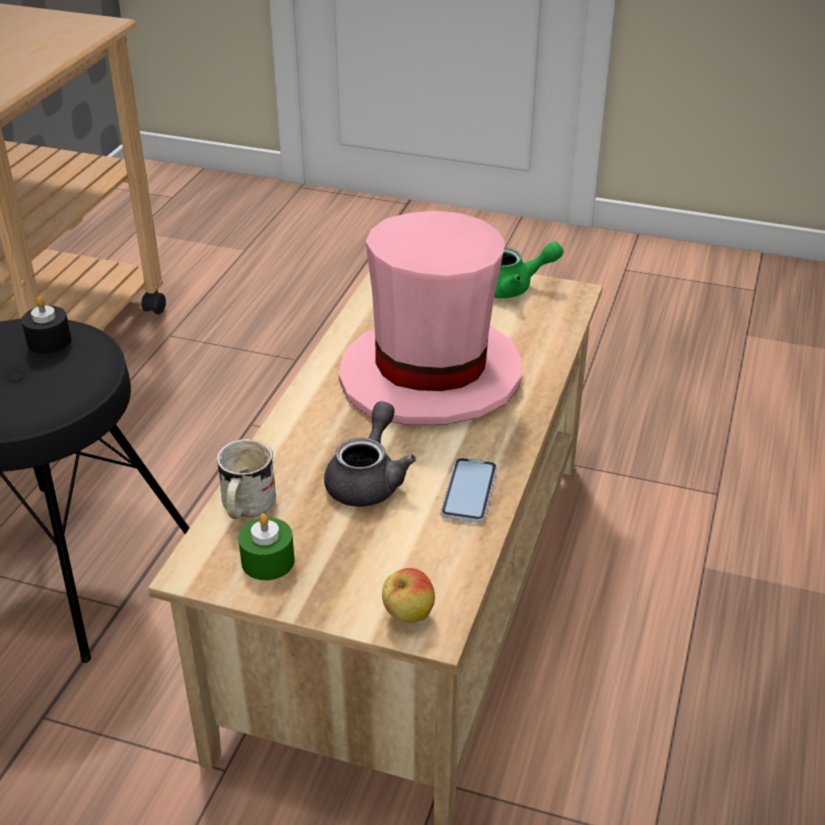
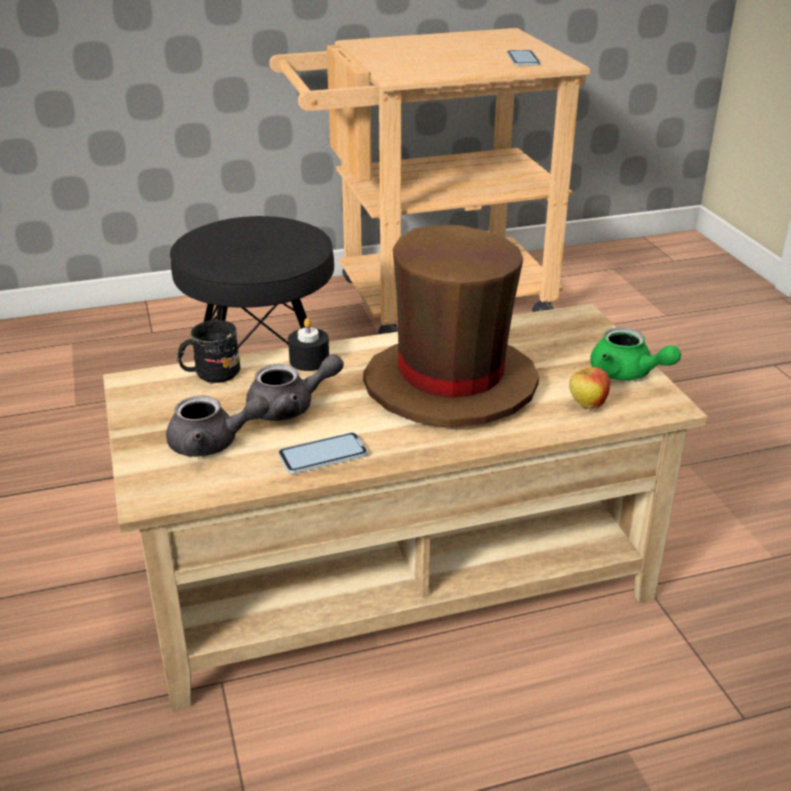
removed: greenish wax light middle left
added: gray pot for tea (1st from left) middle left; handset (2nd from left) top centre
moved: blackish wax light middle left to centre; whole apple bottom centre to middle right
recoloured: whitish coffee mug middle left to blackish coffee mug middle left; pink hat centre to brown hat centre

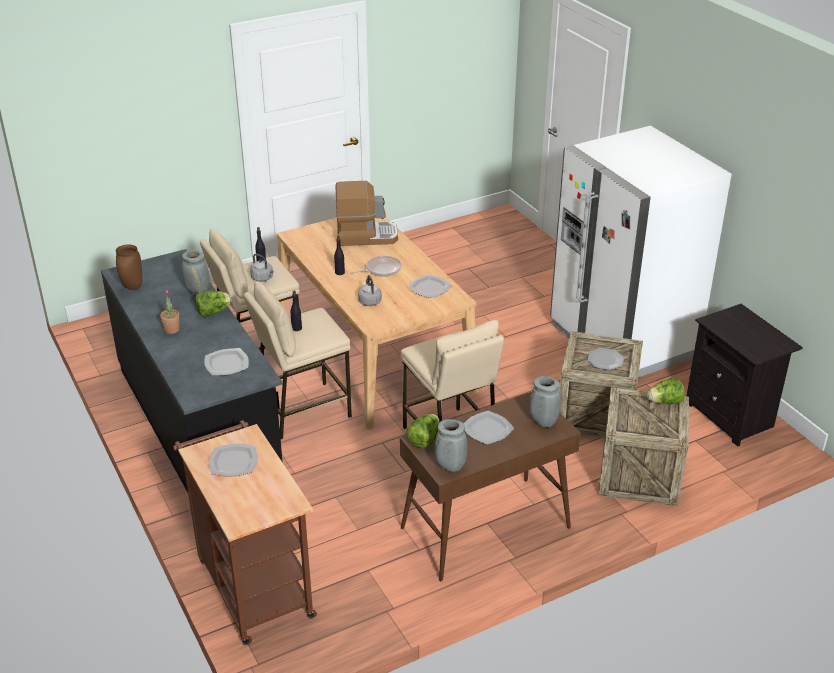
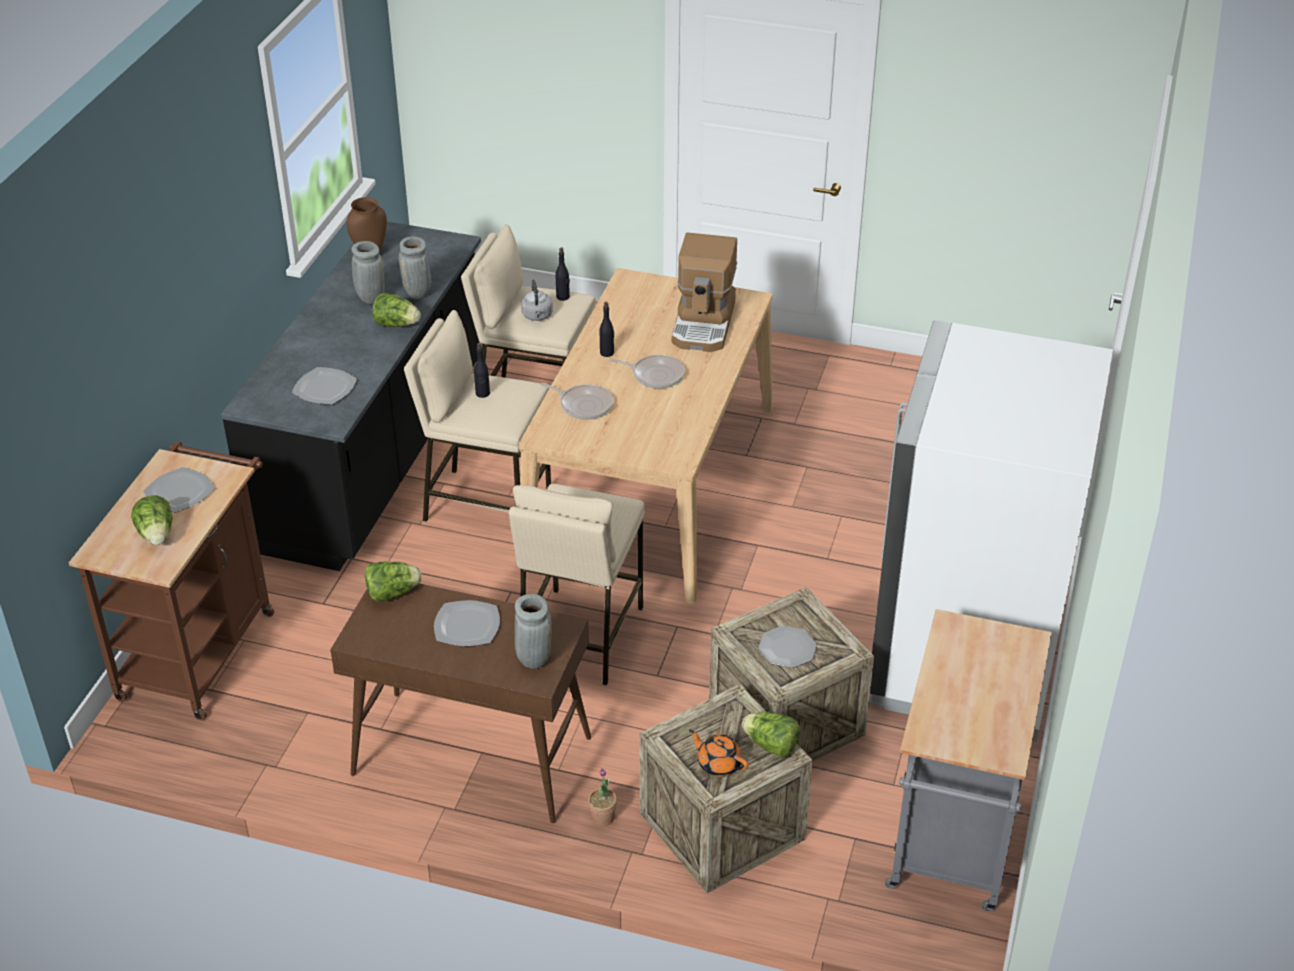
removed: flat dish (3rd from left) centre
added: head of lettuce (1st from left) middle left; orange pot for tea bottom centre
moved: houseplant middle left to bottom centre; gray decorative vase (2nd from left in the first image) centre to gray decorative vase (1st from left) top left
replaced: gray tea kettle (2nd from left) centre to frying pan (1st from left) centre; blackish nightstand middle right to gray trolley bottom right
turned: coffee brewer top centre = top centre 60 degrees clockwise

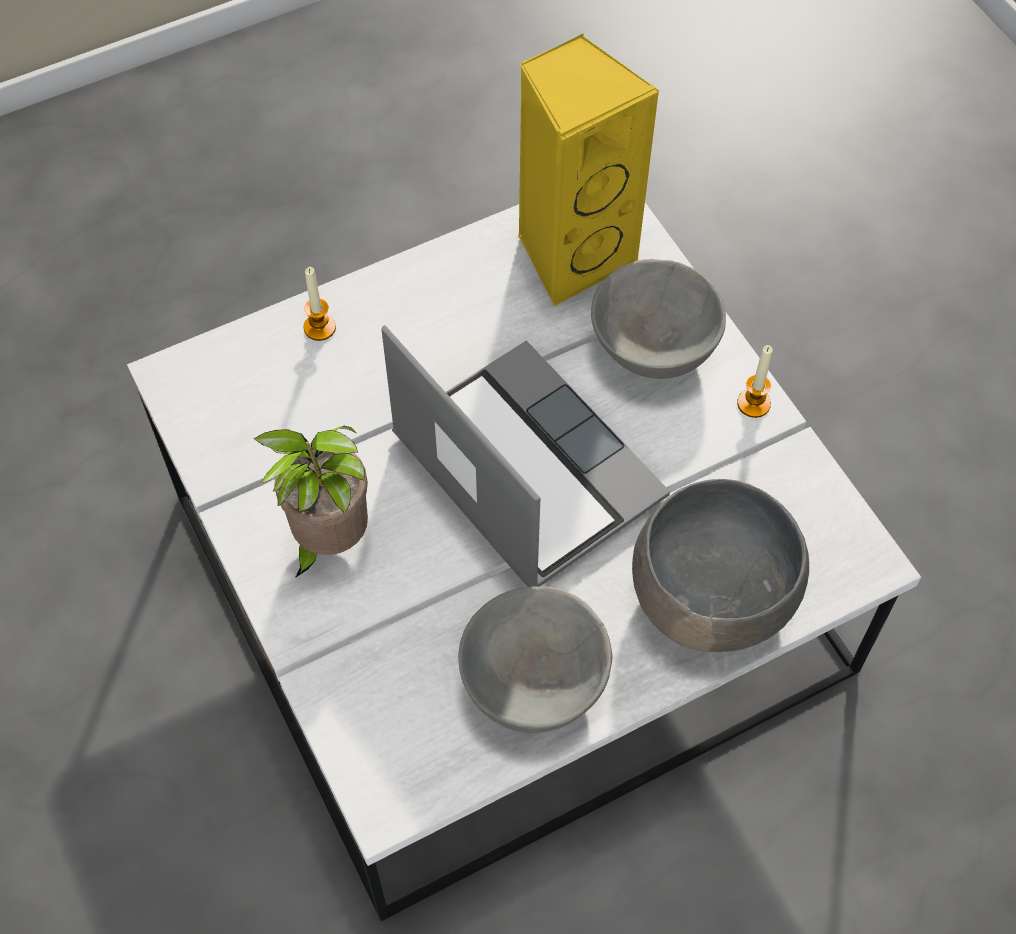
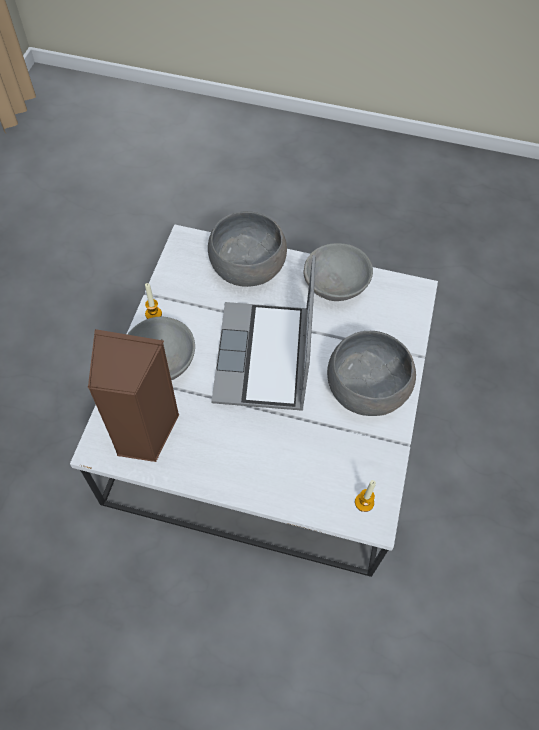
moved: wax light (1st from left in the first image) top left to wax light (2nd from left) bottom right
replaced: houseplant middle left to gray serving bowl (4th from left) middle right
recoloured: yellow-coloured loudspeaker top centre to brown loudspeaker middle left

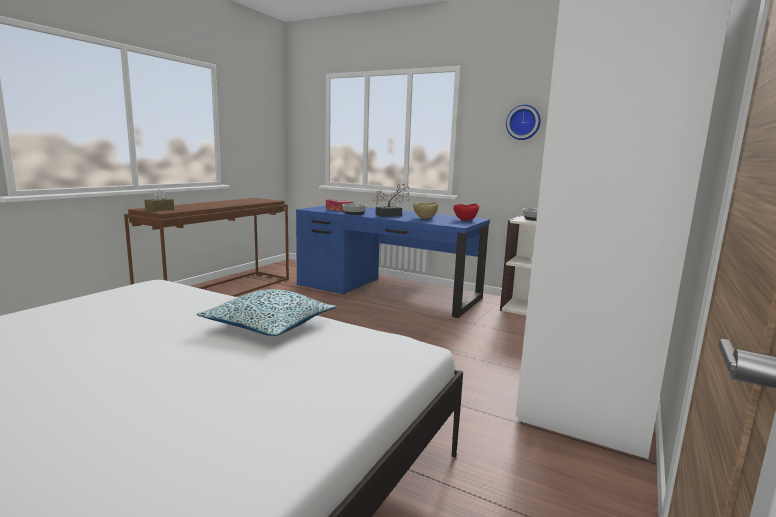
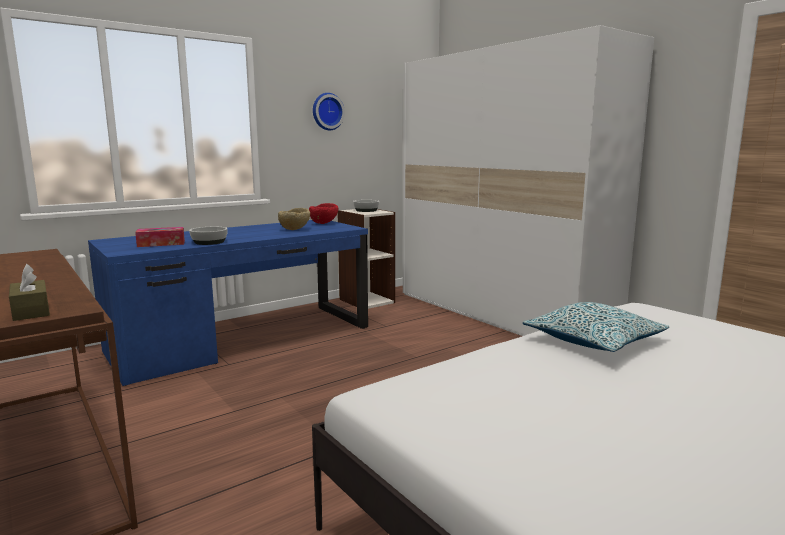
removed: houseplant centre

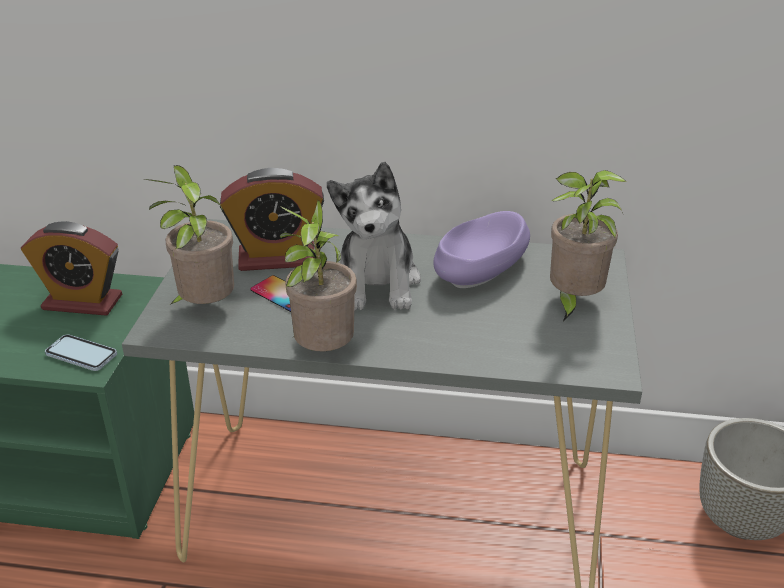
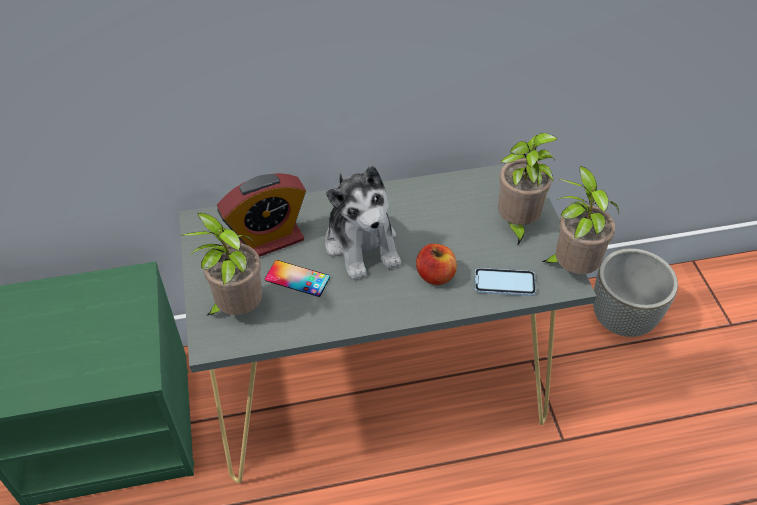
removed: alarm clock (1st from left) middle left; purple serving bowl centre
added: whole apple centre
moved: handset (1st from left in the first image) middle left to handset (2nd from left) middle right; houseplant (2nd from left in the first image) centre to houseplant (3rd from left) middle right

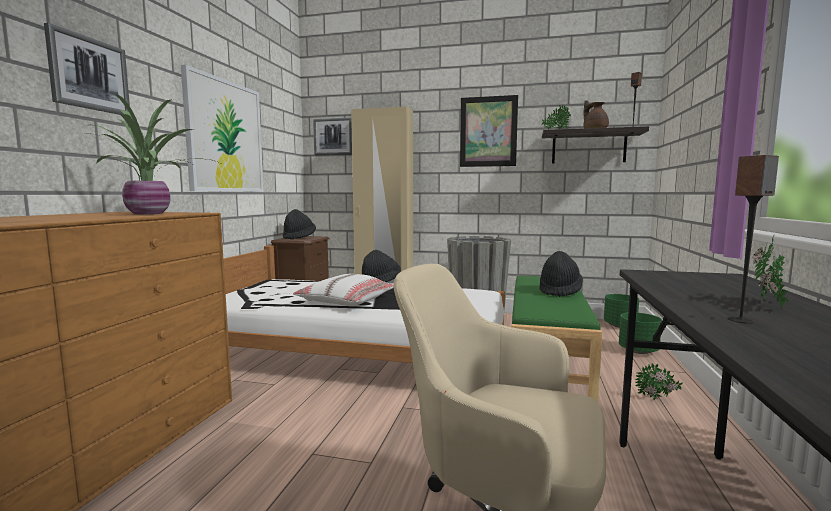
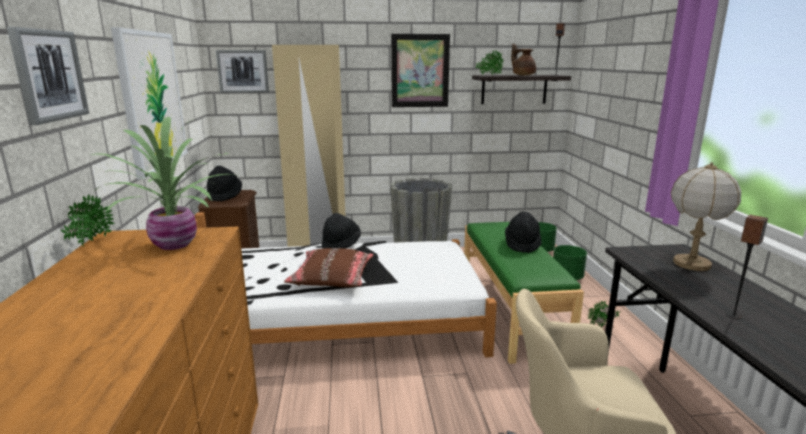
added: table lamp middle right
moved: houseplant (4th from left in the first image) middle right to houseplant (1st from left) middle left
recoloured: whitish throw pillow centre to brown throw pillow centre

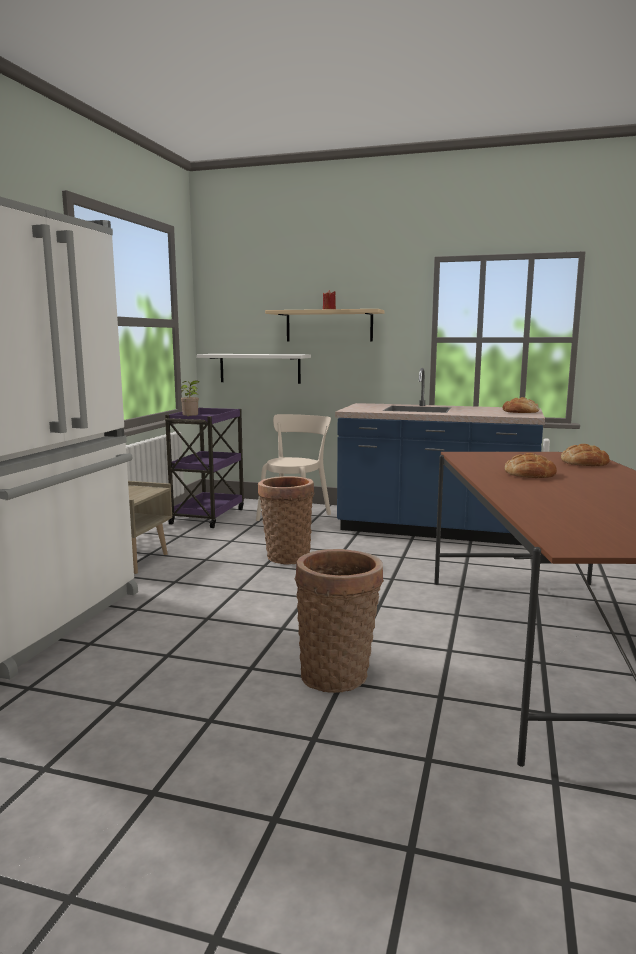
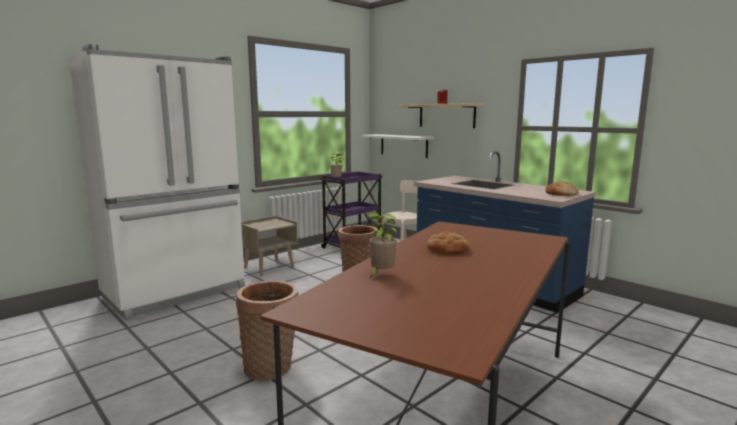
removed: bakery bread (3rd from left) middle right
added: houseplant (2nd from left) centre

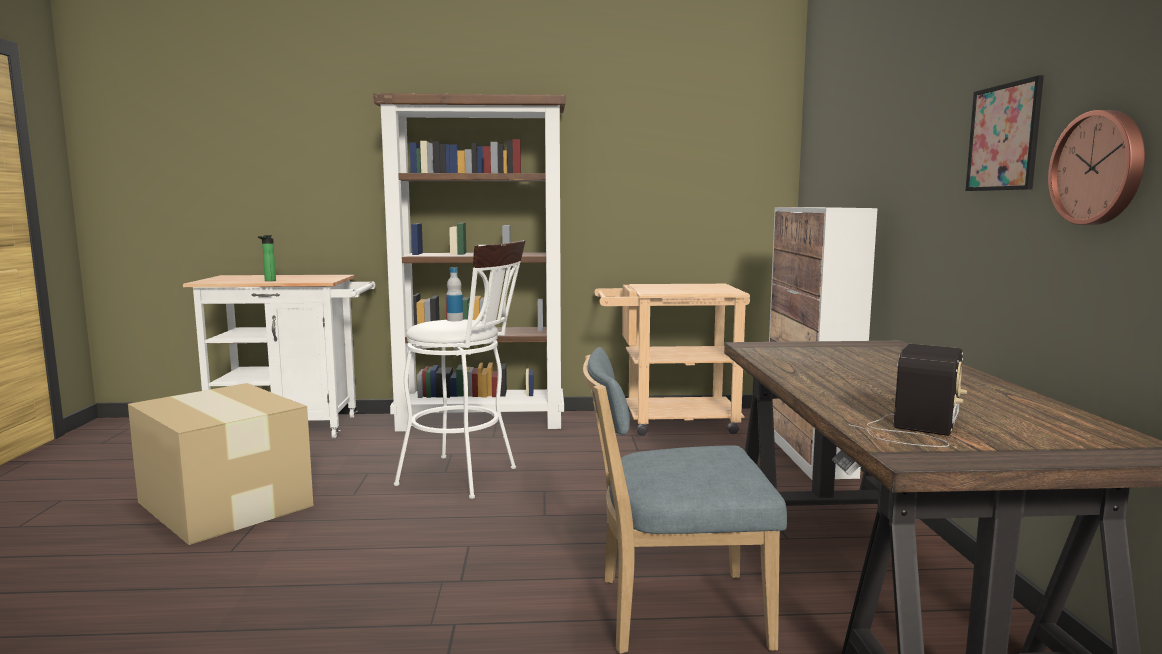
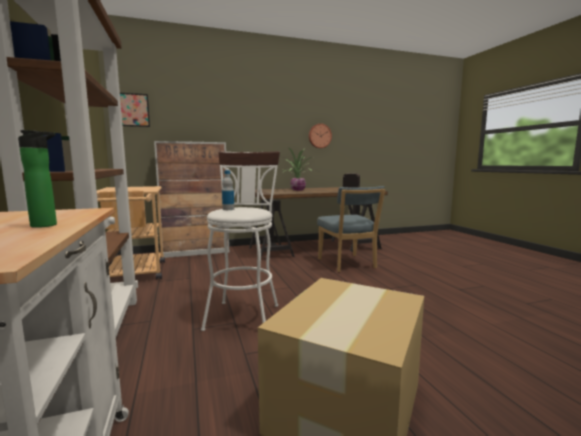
added: houseplant centre
moved: wall picture top right to top left

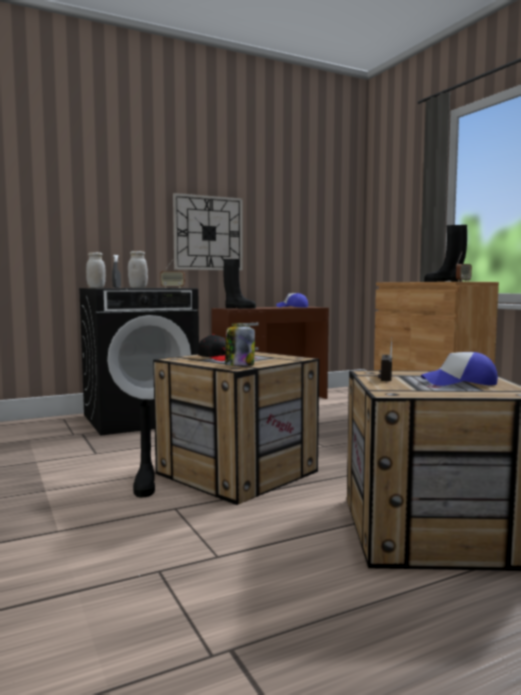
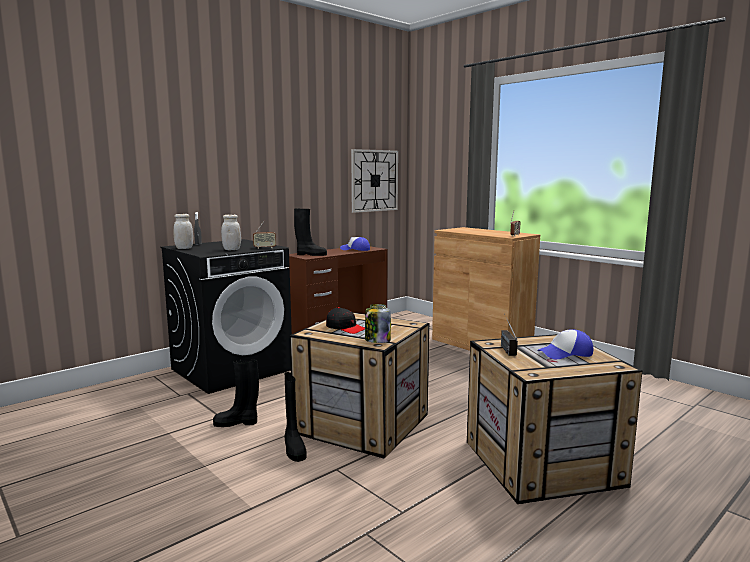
moved: wall clock centre to top centre; blackish boot (3rd from left in the first image) middle right to blackish boot (1st from left) bottom left

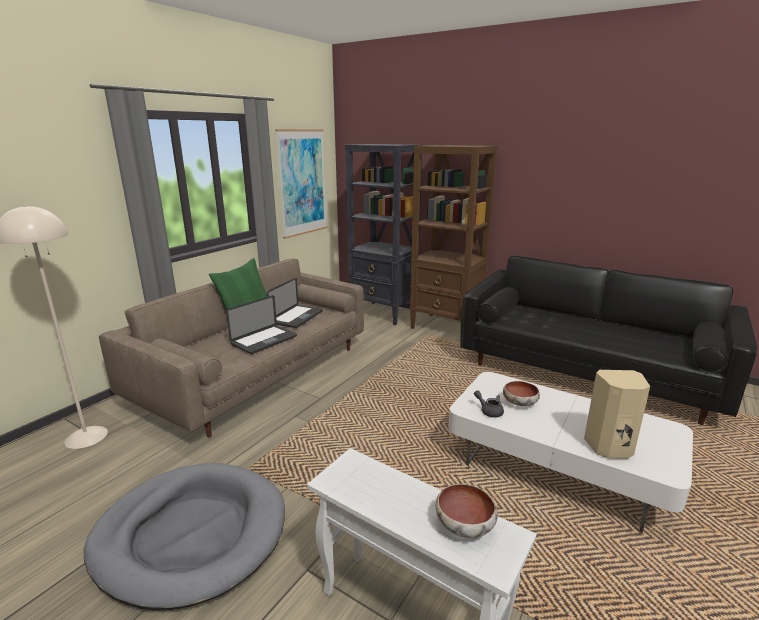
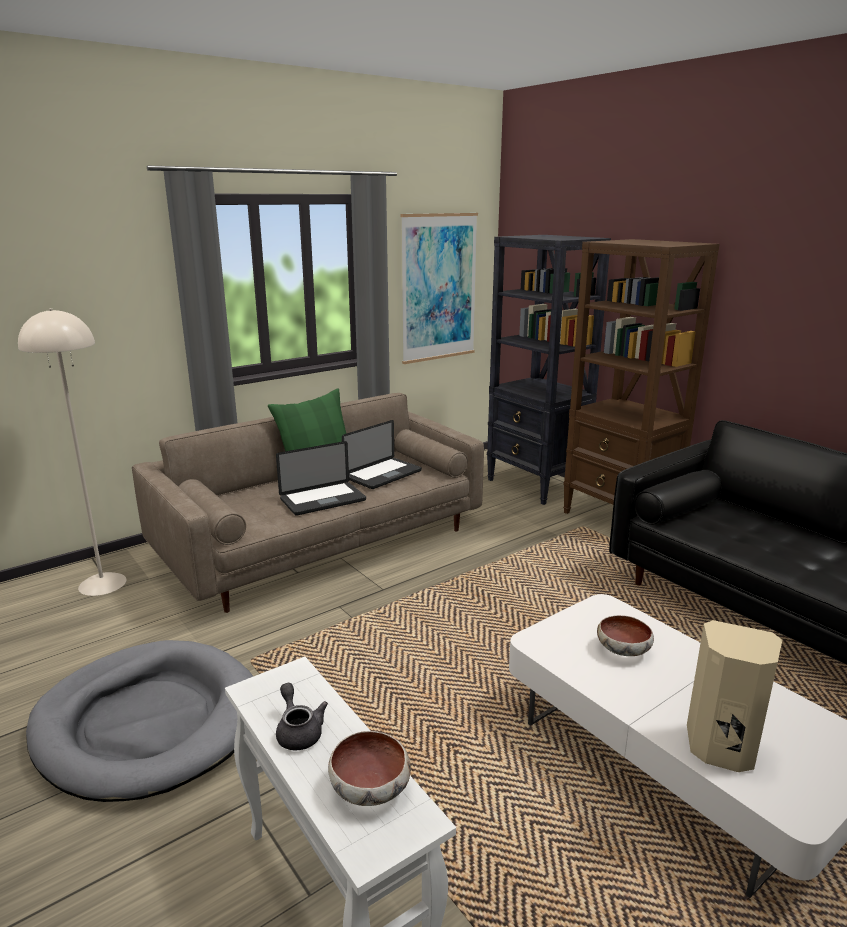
moved: gray pot for tea centre to bottom centre

